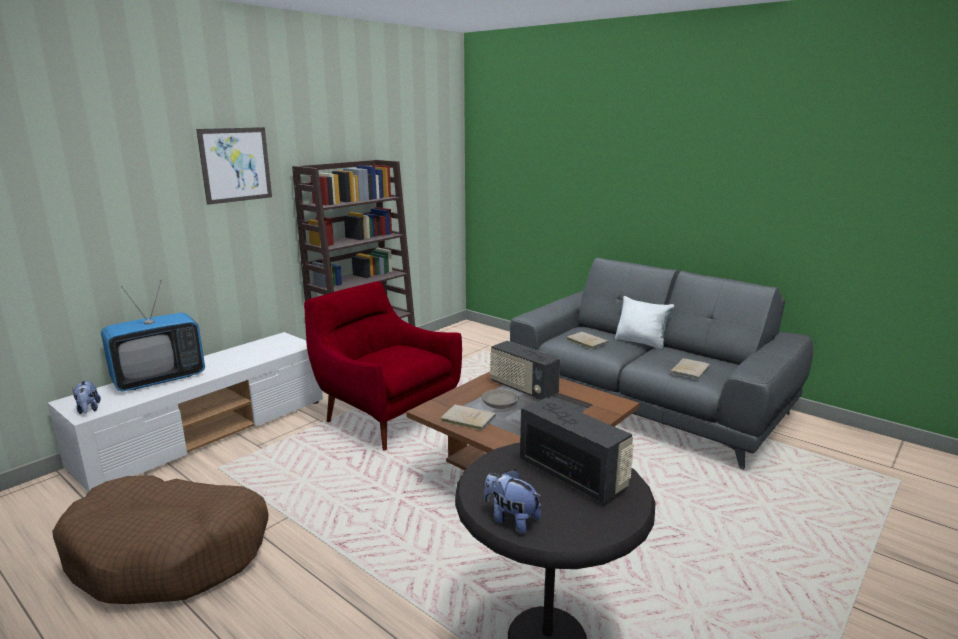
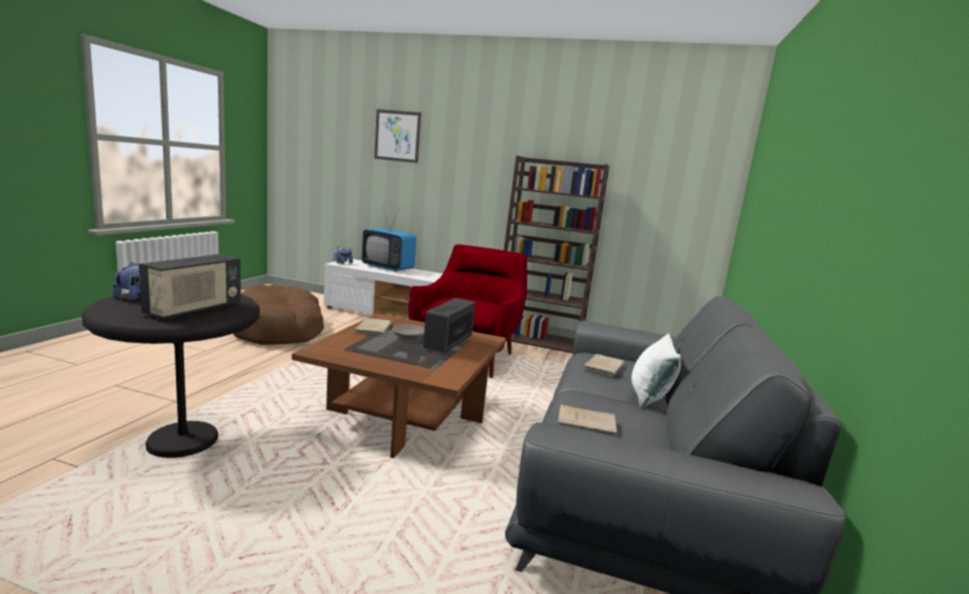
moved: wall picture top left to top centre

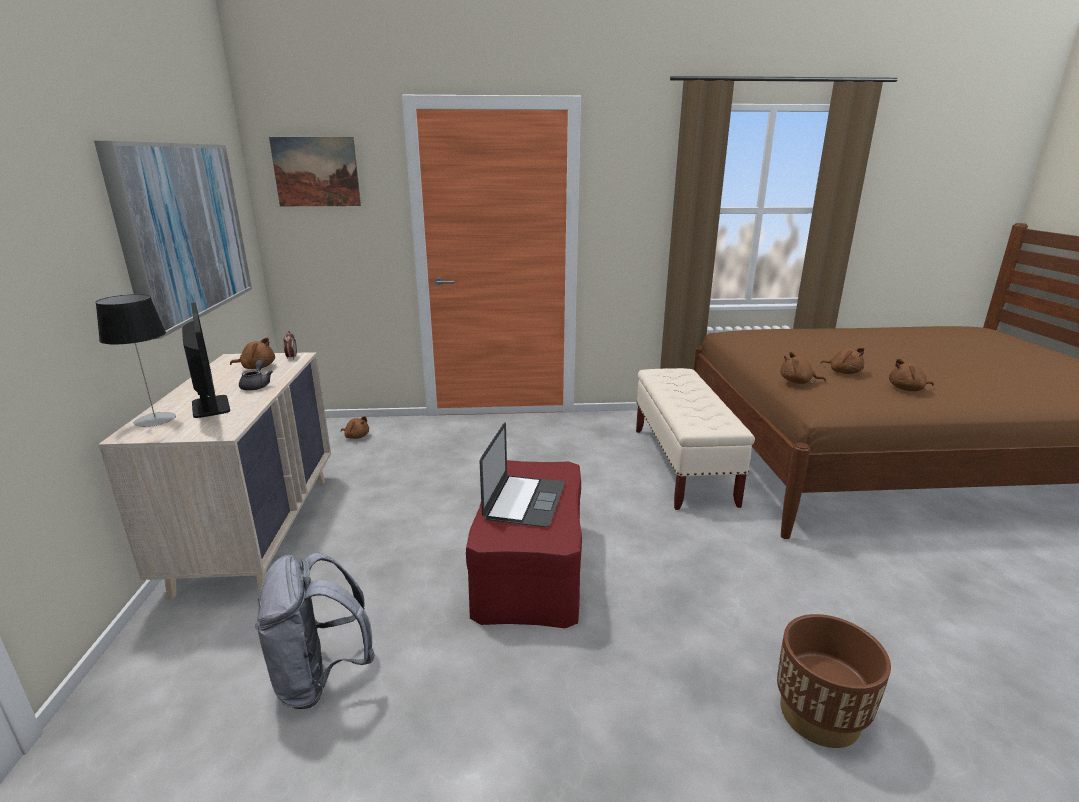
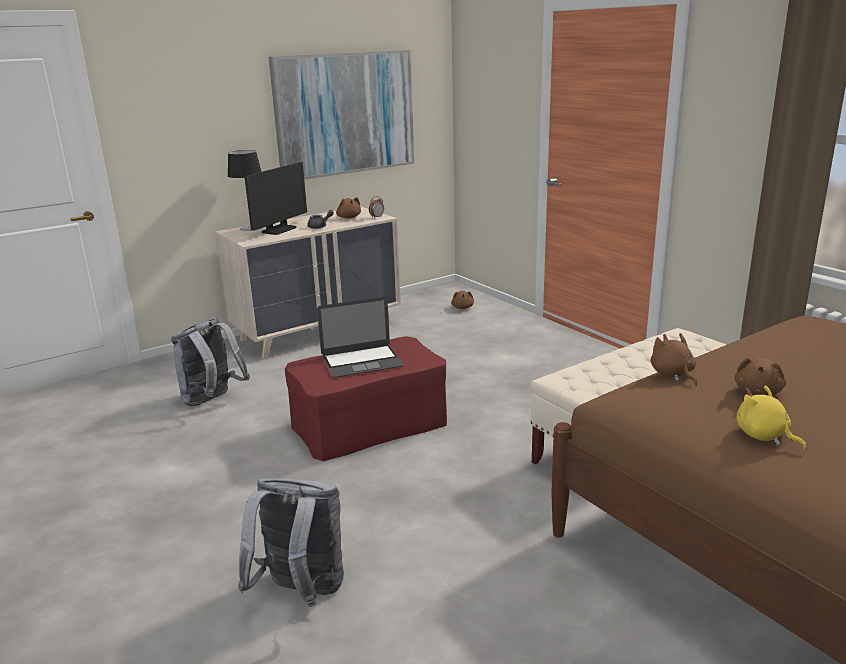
removed: wall picture (2nd from left) top left
replaced: brown planter bottom right to gray rucksack (2nd from left) bottom centre
recoloured: brown soft toy (5th from left) middle right to yellow-coloured soft toy middle right

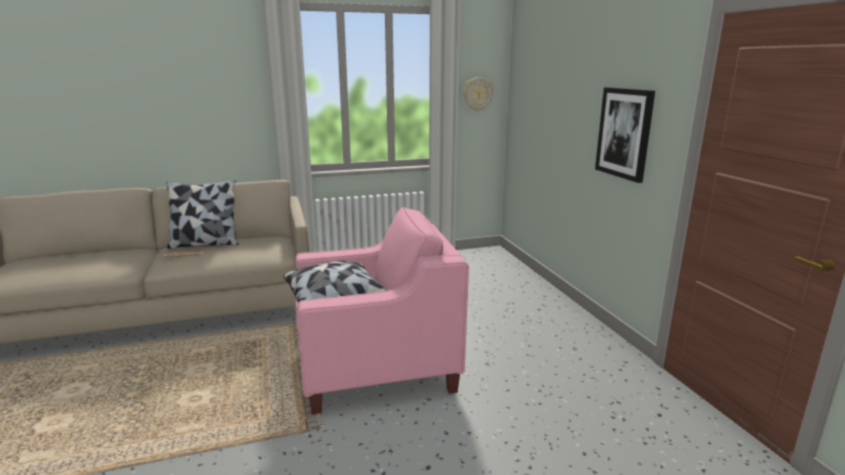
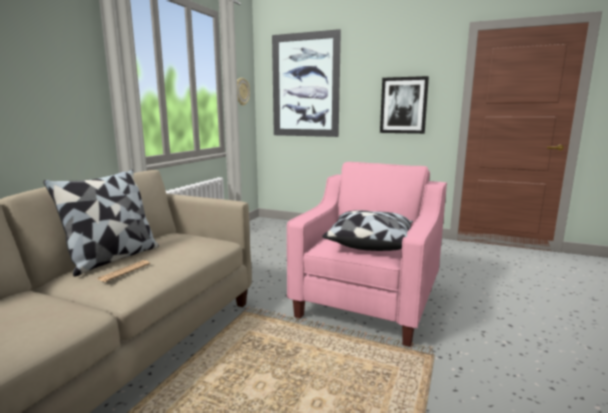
added: wall picture (1st from left) top centre

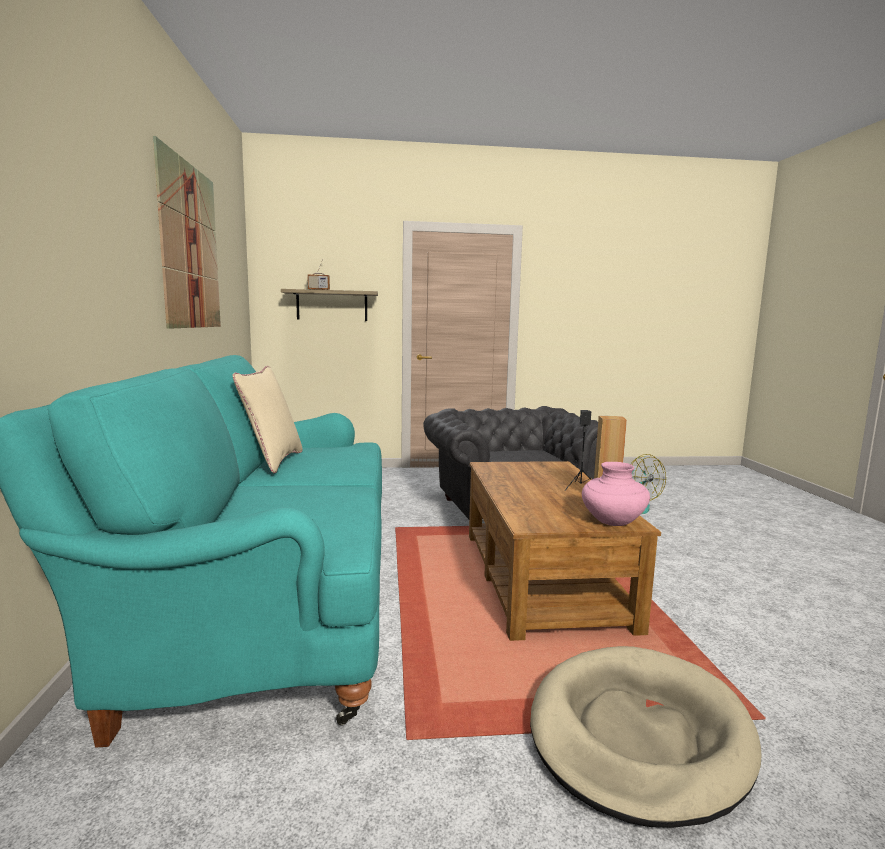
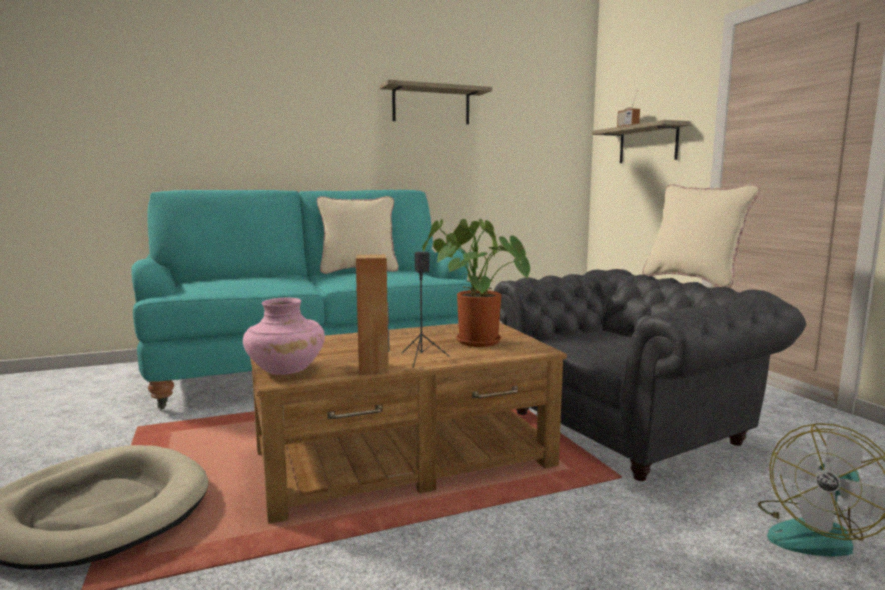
added: houseplant centre; sand-coloured throw pillow (2nd from left) middle right
replaced: wall picture top left to bracket shelf (1st from left) top centre

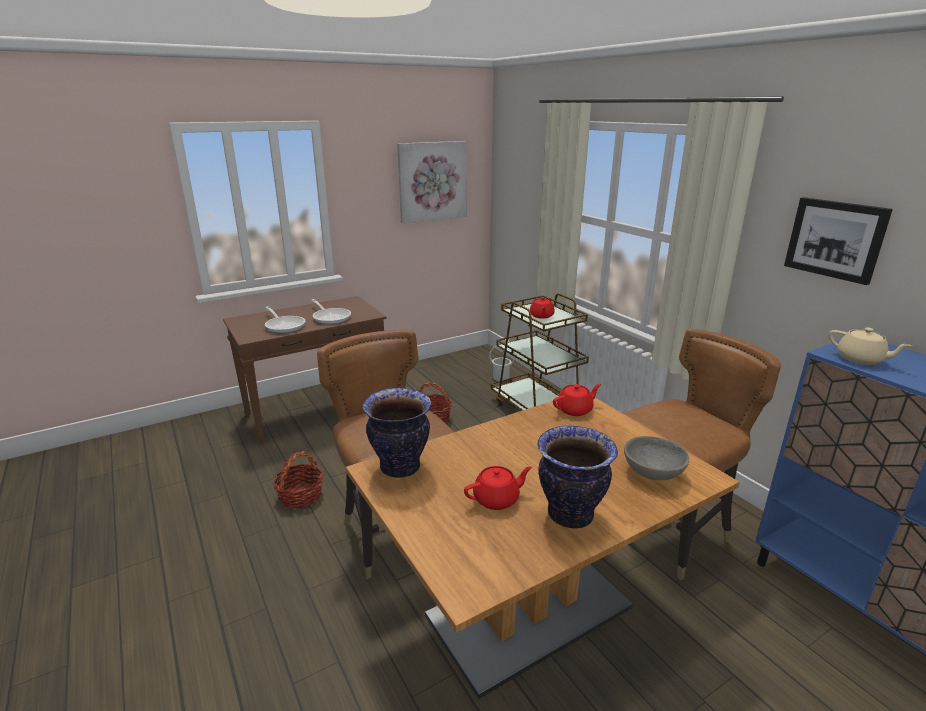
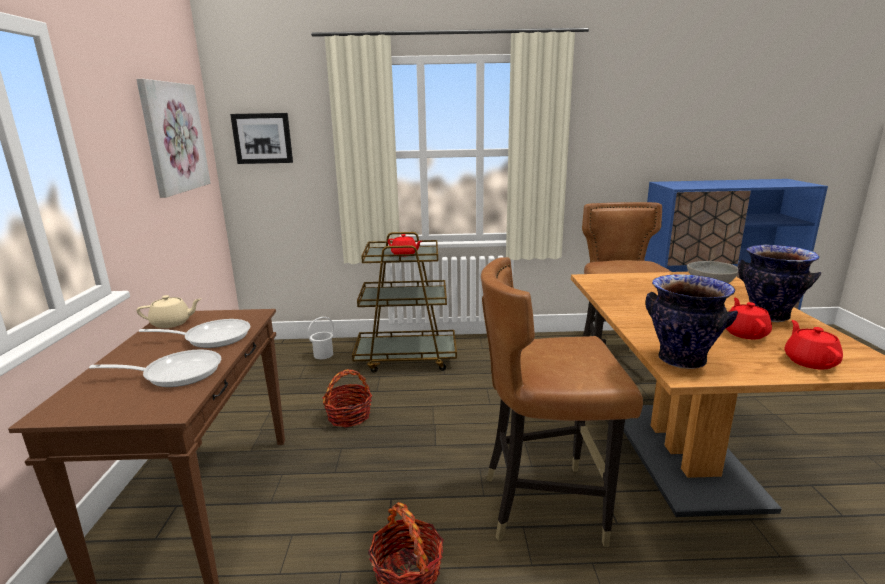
moved: reddish pot for tea (3rd from left) centre to middle right; wall picture (2nd from left) middle right to top left; sand-coloured pot for tea middle right to middle left

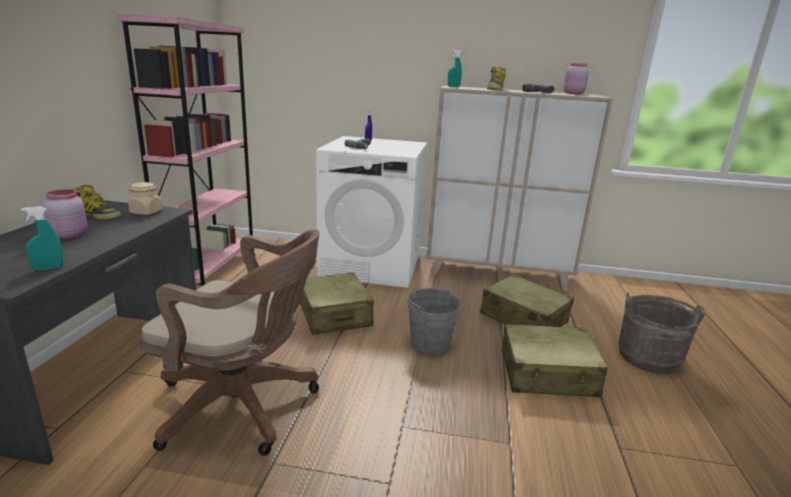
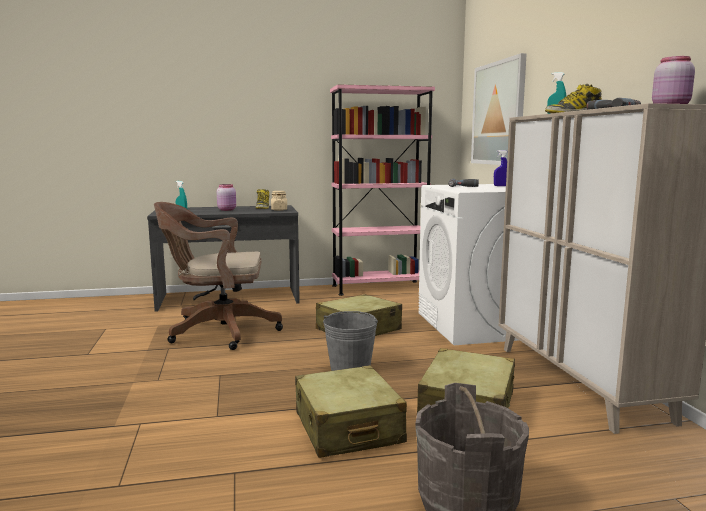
added: wall picture top right
turned: brown desk chair bottom left = middle left 90 degrees clockwise

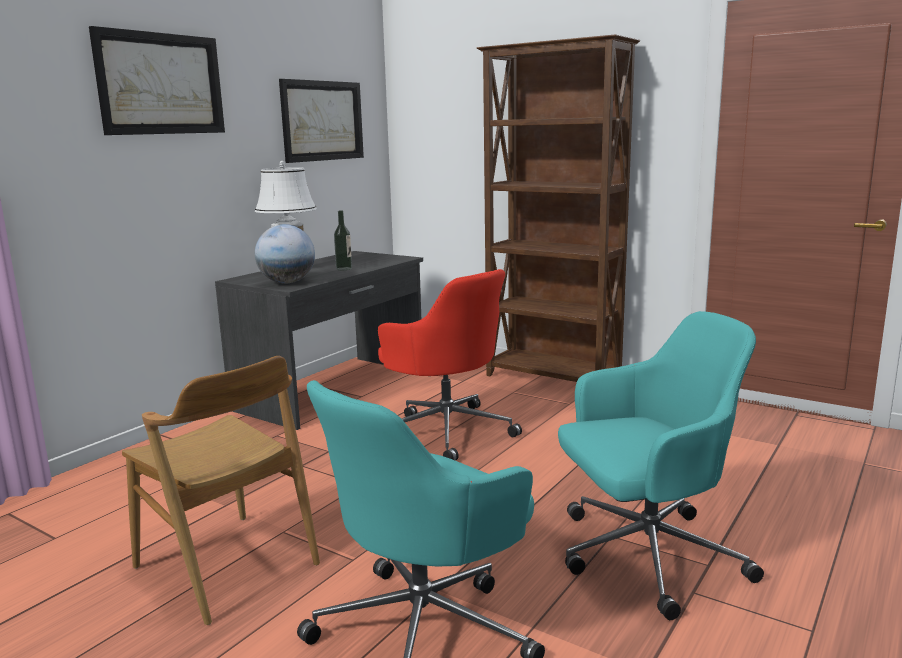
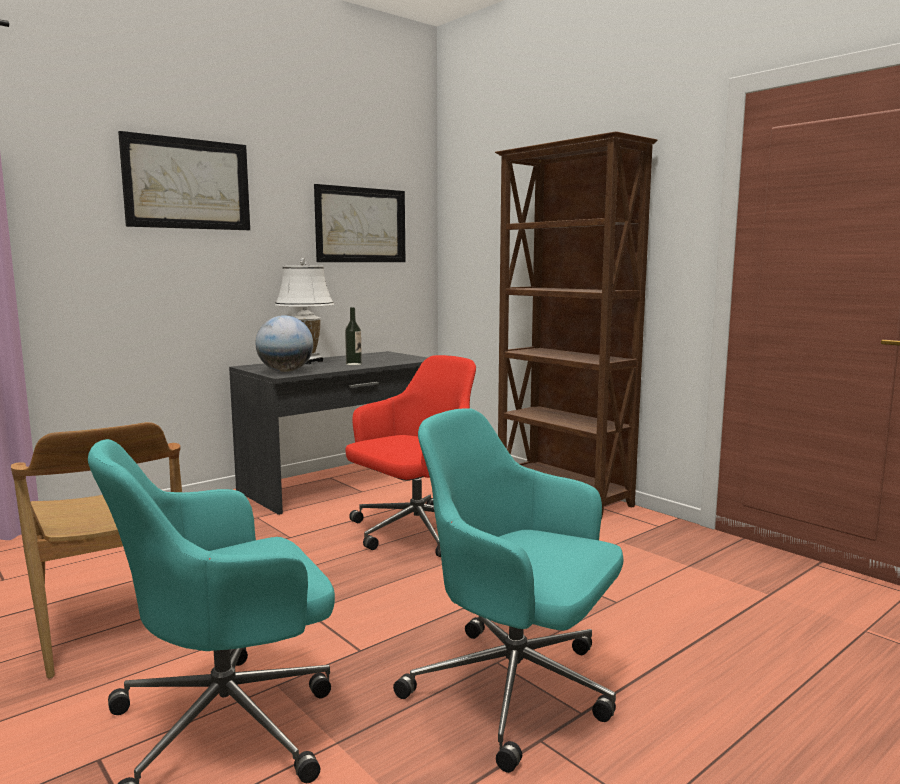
turned: reddish desk chair centre = centre 105 degrees counterclockwise; turquoise desk chair (2nd from left) bottom right = bottom centre 150 degrees counterclockwise

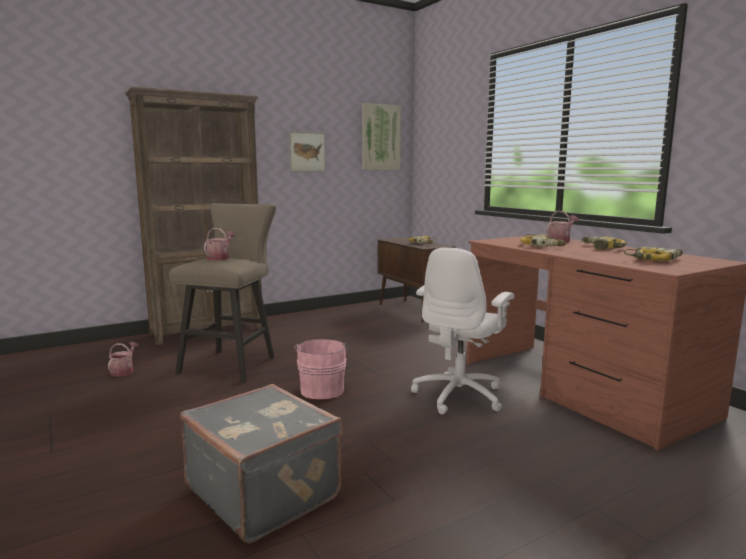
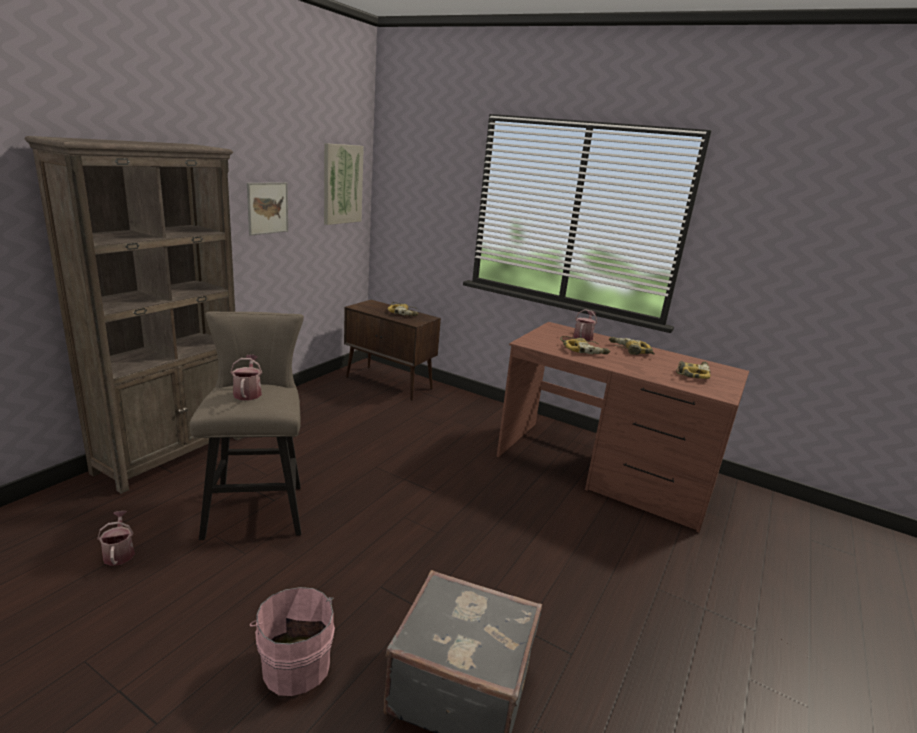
removed: whitish desk chair centre
moved: pink water bucket centre to bottom left

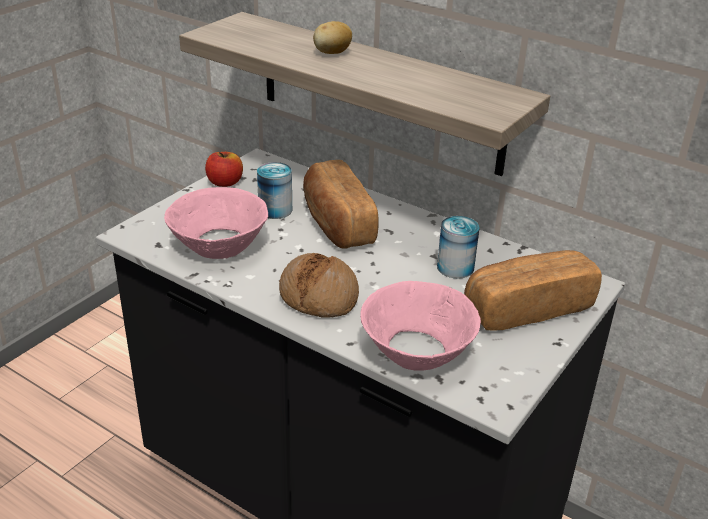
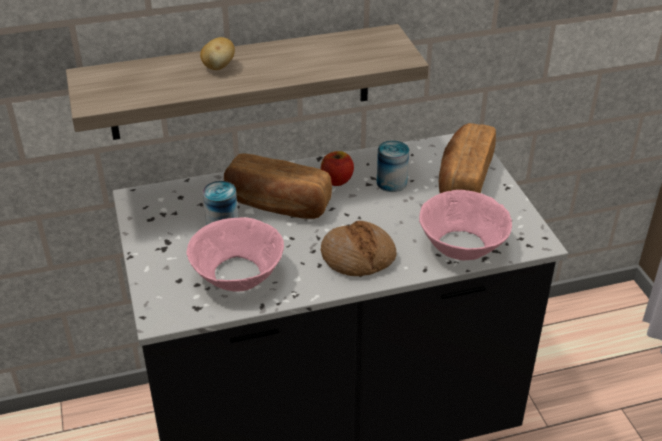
moved: whole apple top left to centre

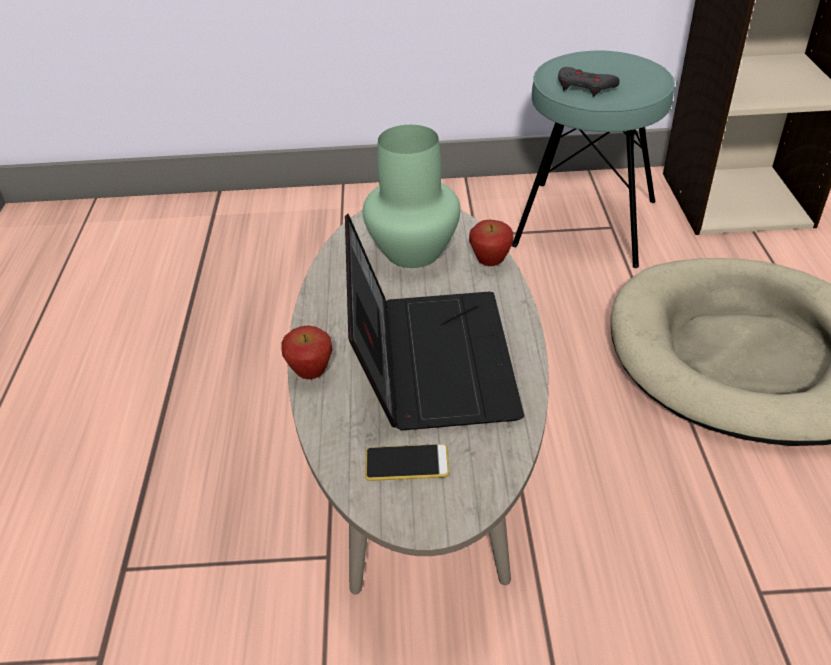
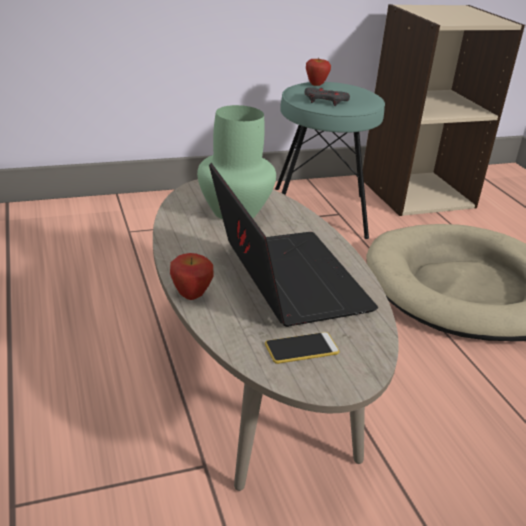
moved: whole apple (2nd from left) centre to top centre

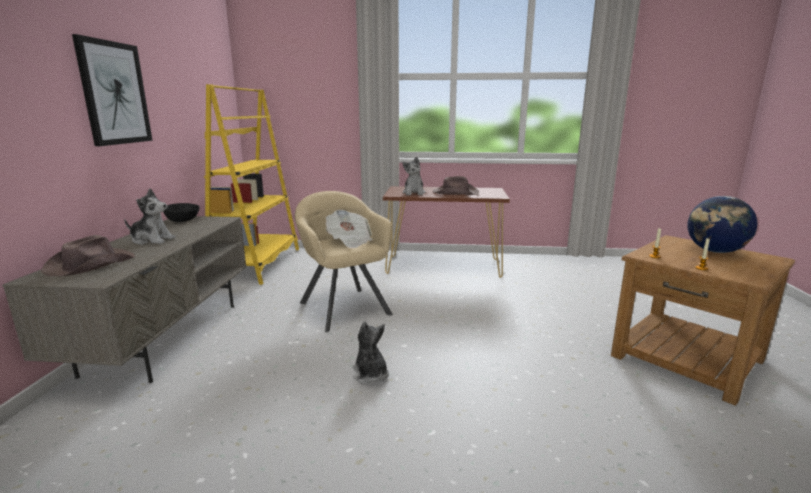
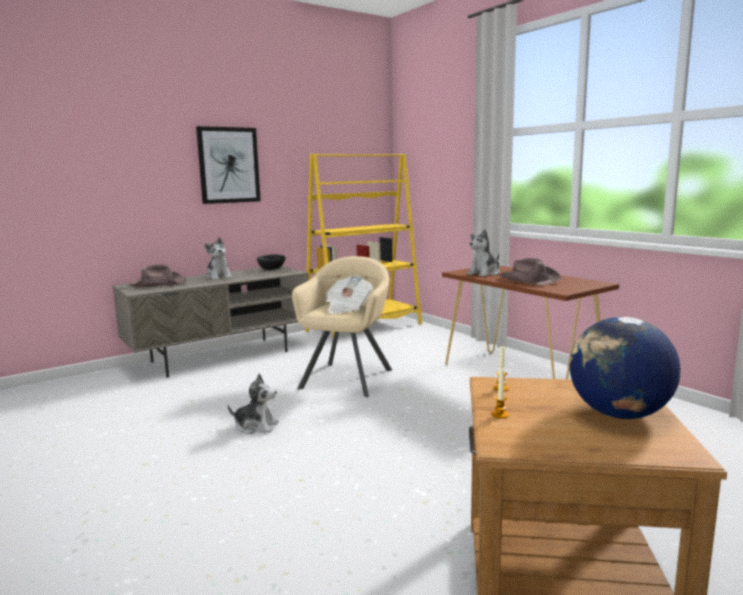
turned: soft toy (2nd from left) bottom centre = bottom centre 75 degrees clockwise

